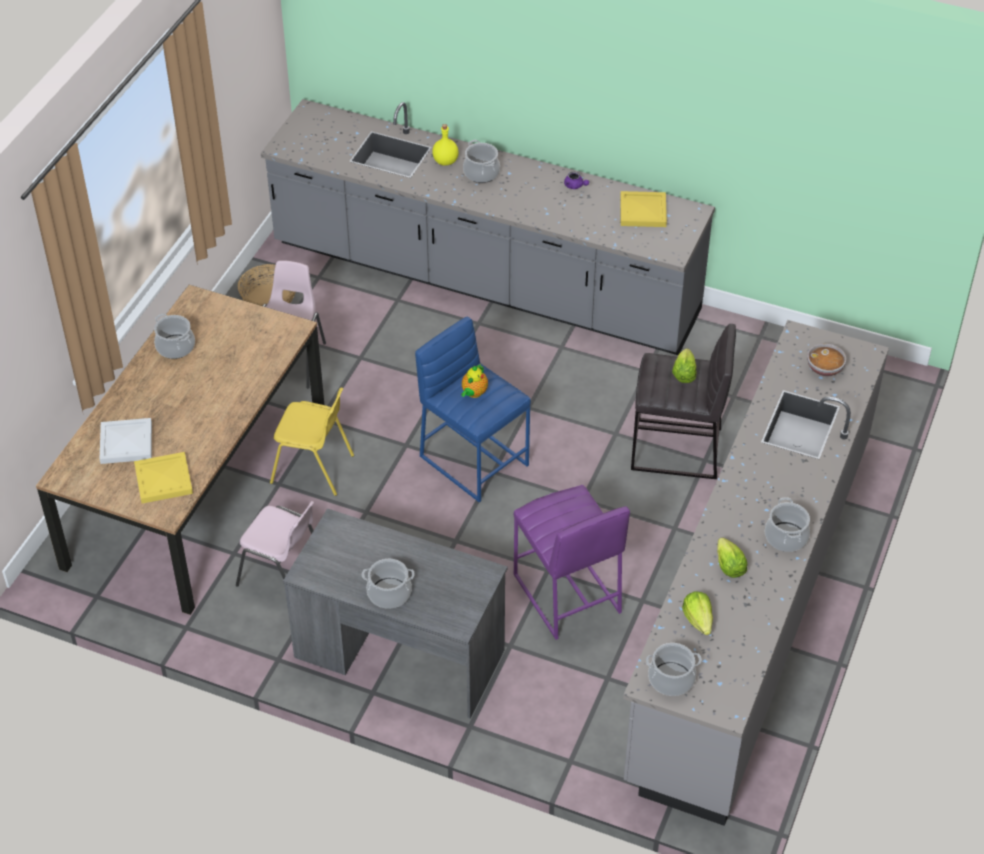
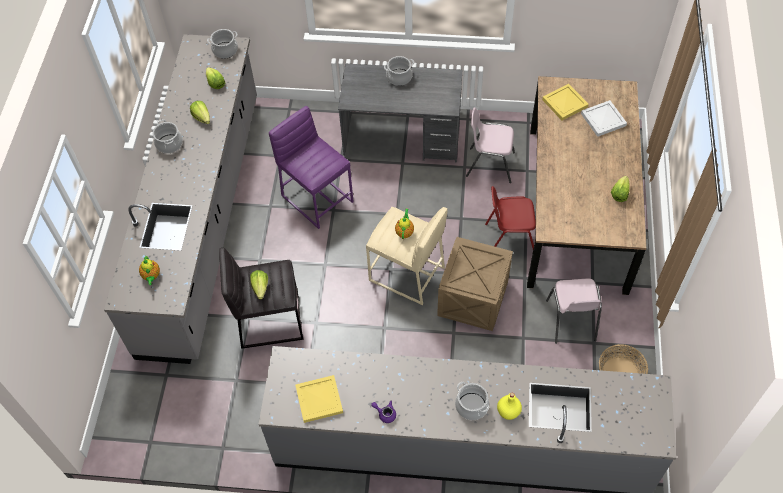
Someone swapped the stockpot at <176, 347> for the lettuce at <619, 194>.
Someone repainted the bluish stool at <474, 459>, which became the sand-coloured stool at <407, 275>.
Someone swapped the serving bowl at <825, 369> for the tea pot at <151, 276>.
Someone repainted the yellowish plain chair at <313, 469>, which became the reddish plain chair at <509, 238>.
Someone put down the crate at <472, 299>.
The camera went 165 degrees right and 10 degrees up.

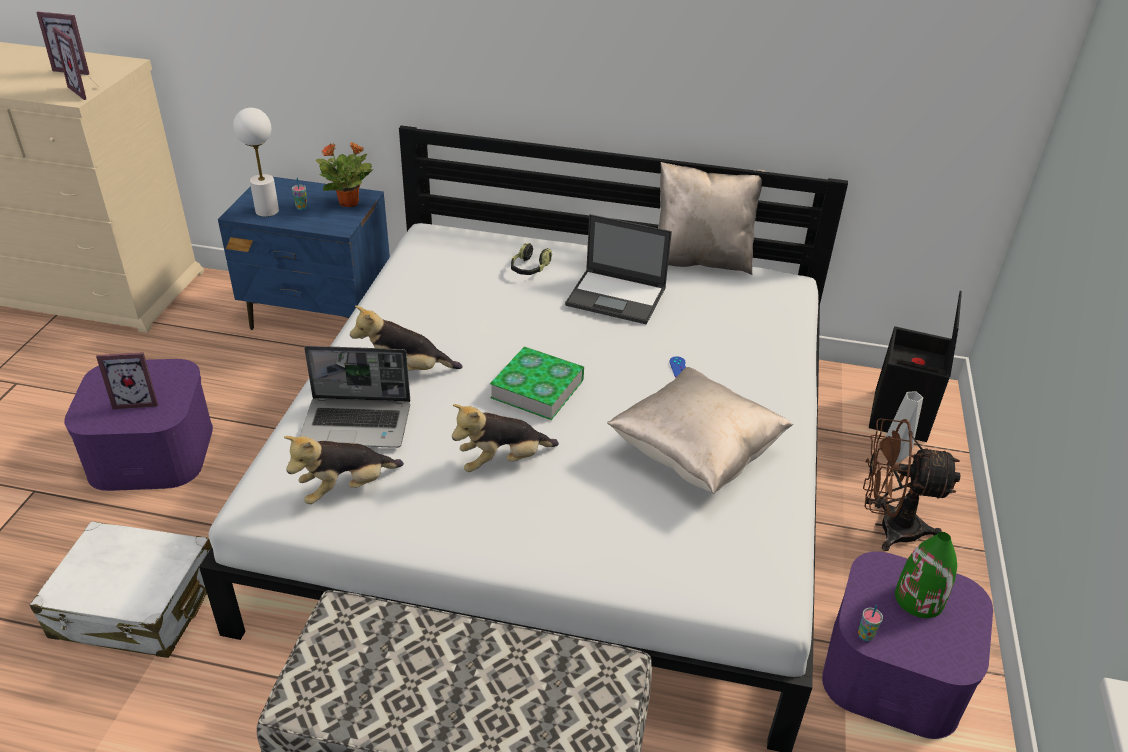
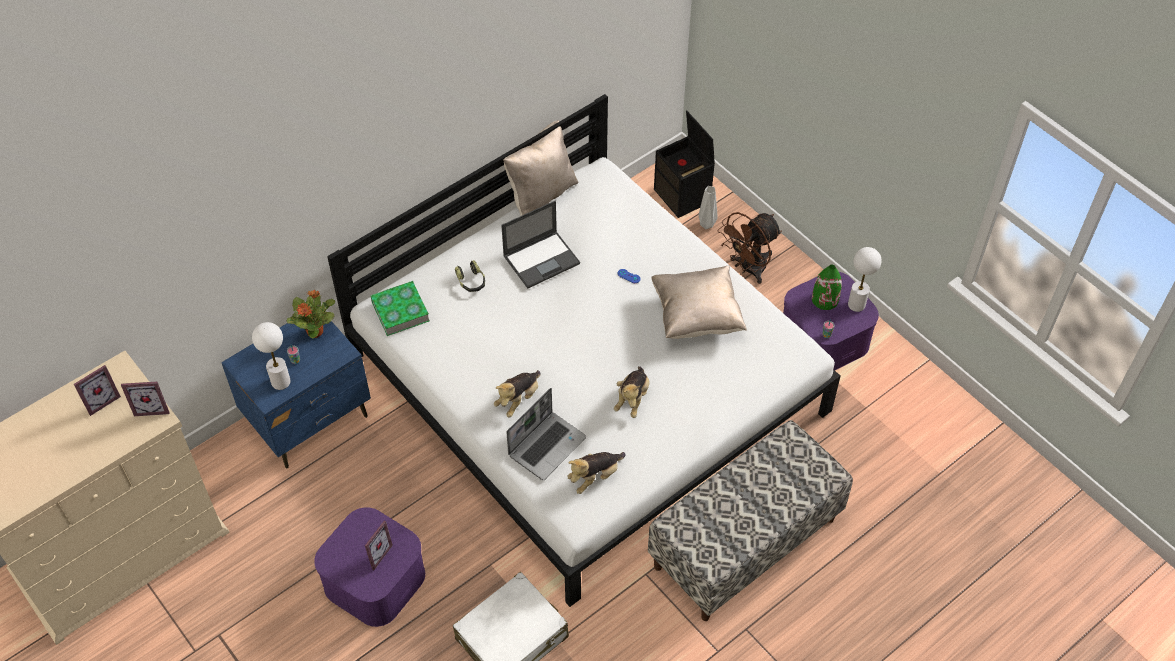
Someone carried the book from <537, 389> to <400, 311>.
Someone rotated the cuddly toy at <346, 488> by 45 degrees clockwise.
Someone put down the white-coloured lamp for a table at <856, 305>.
The camera went 50 degrees left and 15 degrees up.

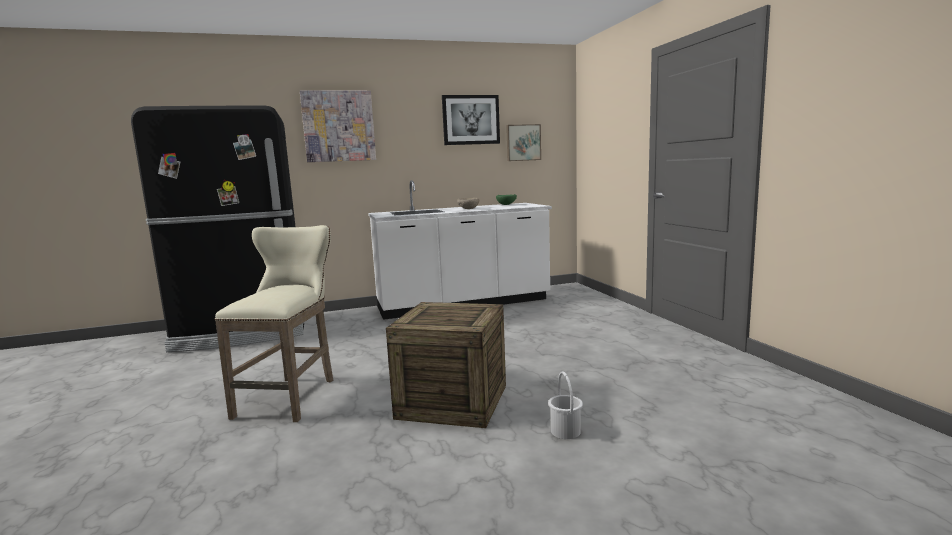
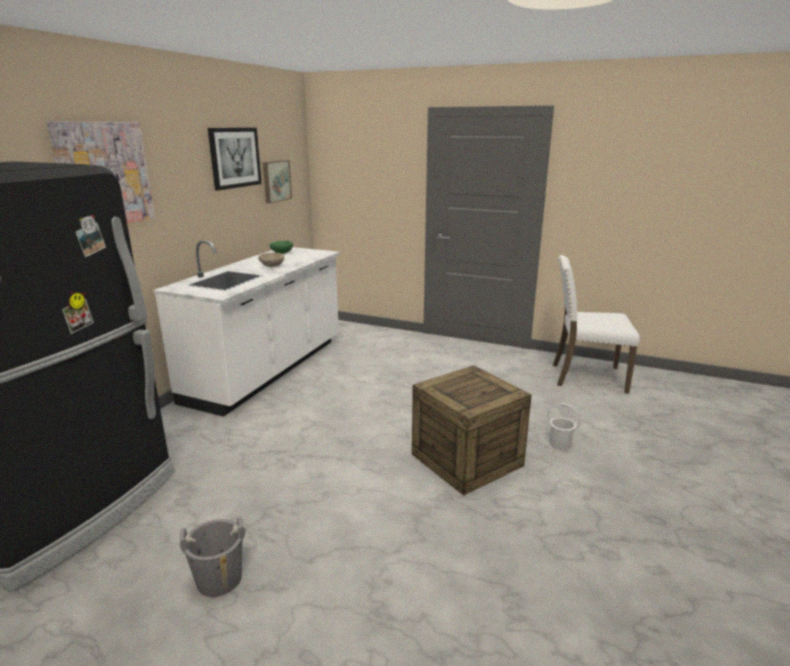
Someone took away the sand-coloured stool at <292, 395>.
Someone put down the white-coloured plain chair at <586, 377>.
Someone put down the gray pail at <219, 579>.
The camera went 50 degrees left and 10 degrees up.

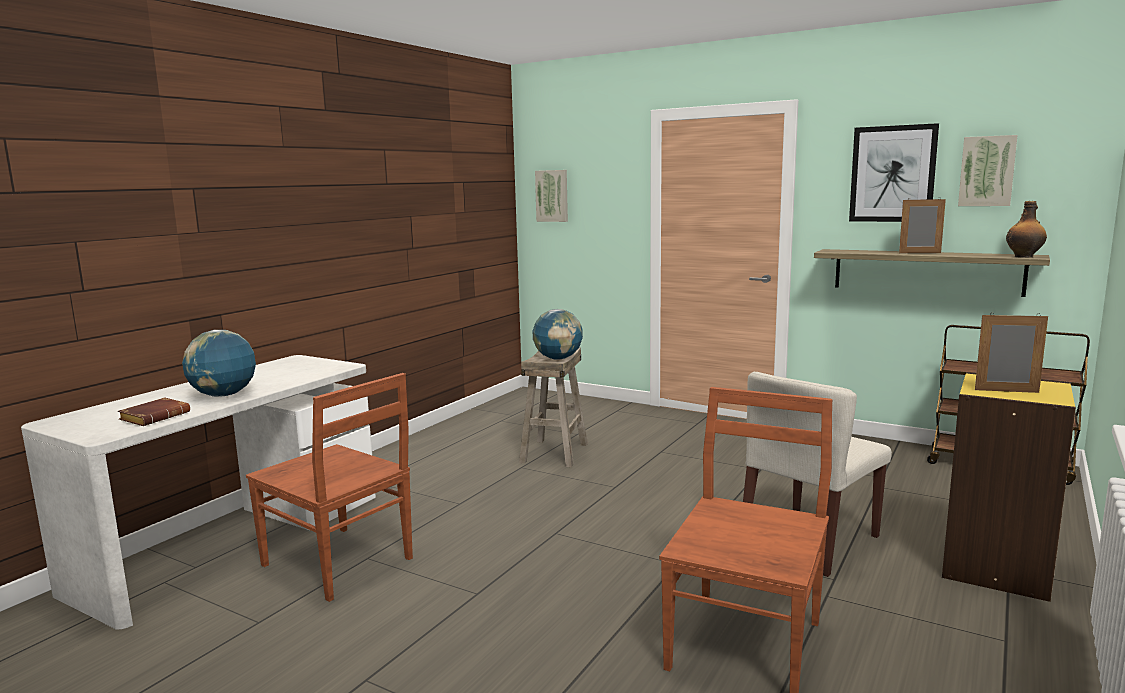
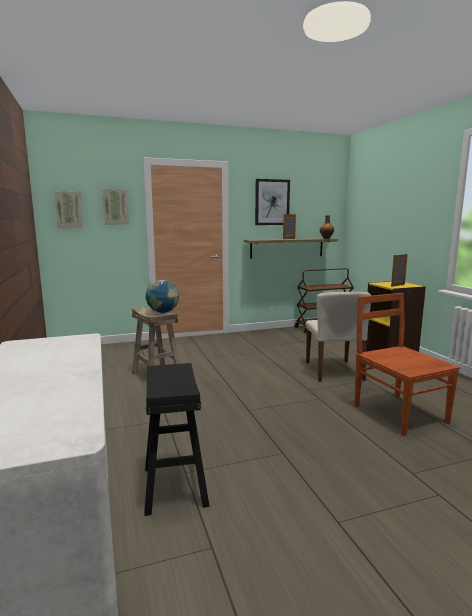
Someone carried the picture from <987, 171> to <115, 207>.
Someone took away the desk globe at <223, 395>.
Someone swapped the brown plain chair at <339, 563> for the black-coloured stool at <175, 485>.
Someone took away the brown book at <156, 417>.
The camera went 50 degrees left and 0 degrees up.

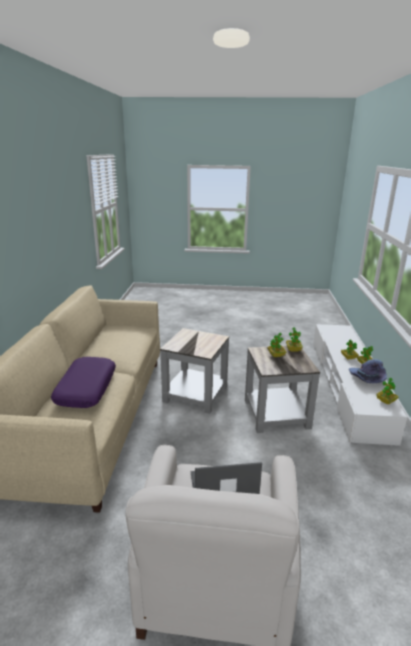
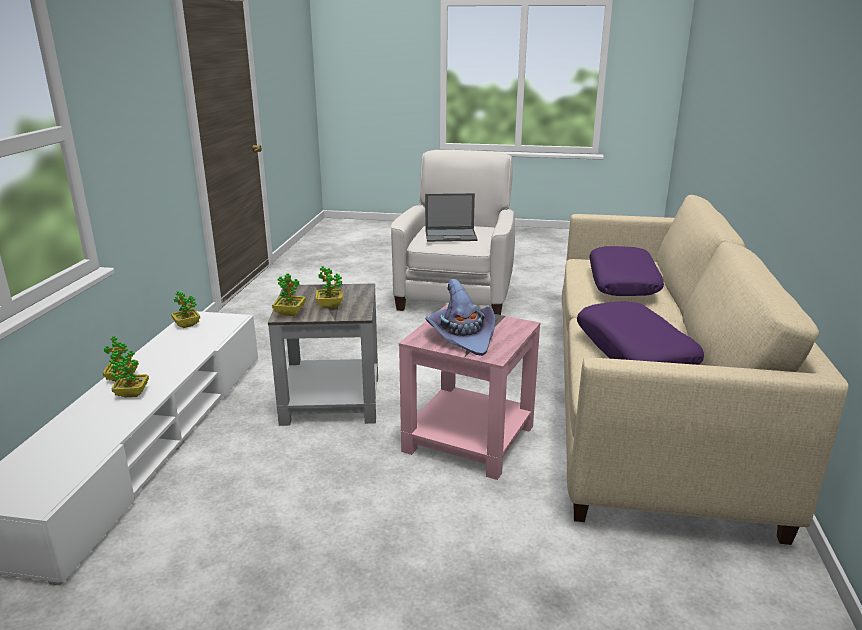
Someone repainted the gray side table at <196, 394>, which became the pink side table at <468, 437>.
Someone carried the purple clothing hat from <366, 379> to <462, 337>.
Someone put down the purple pillow at <635, 351>.
The camera went 175 degrees left and 0 degrees up.

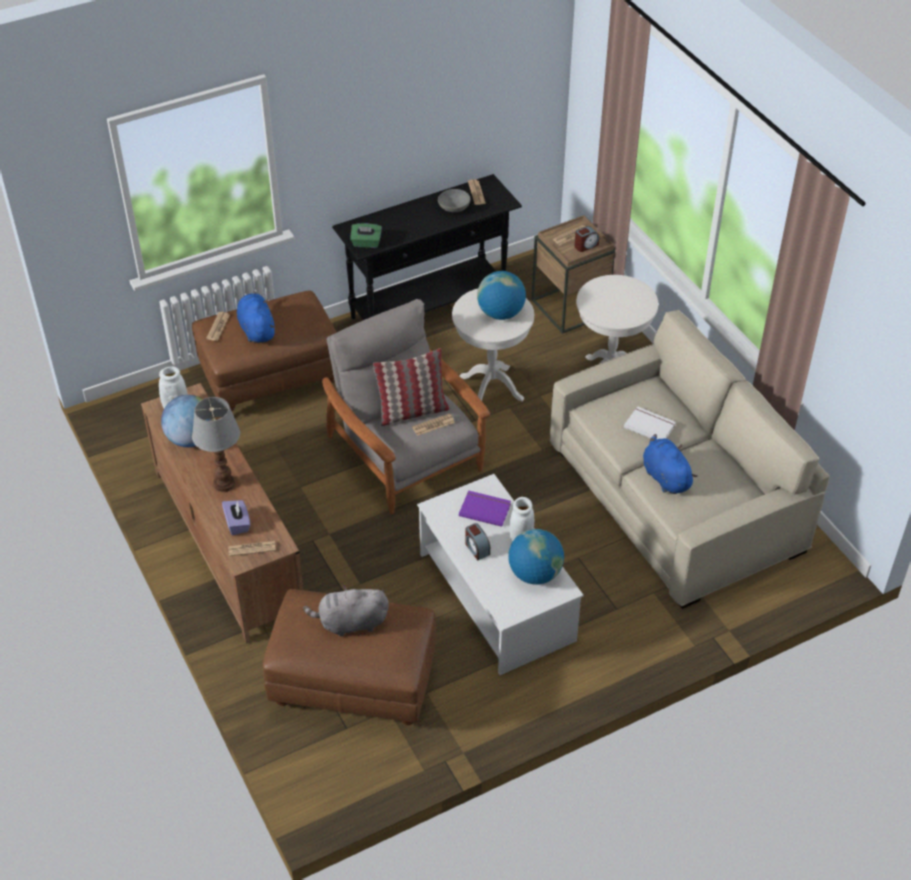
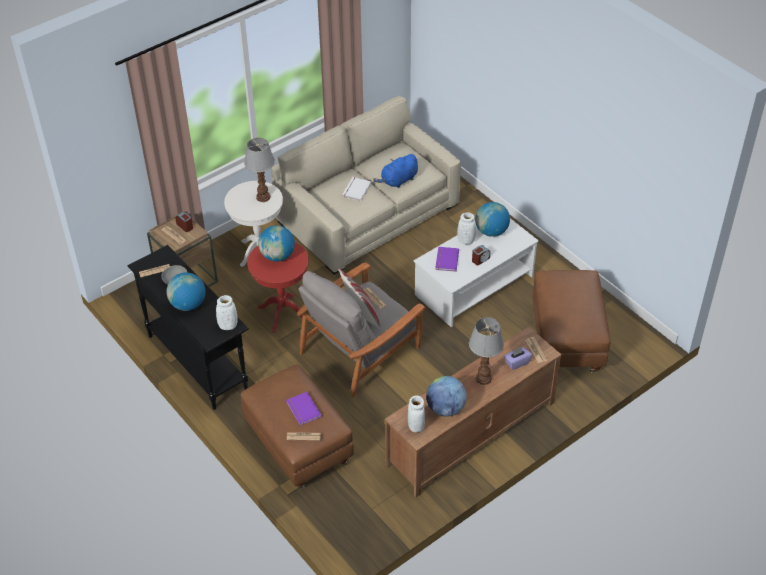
Someone swapped the green box of tissues at <366, 243> for the white-coloured flower vase at <228, 325>.
Someone repainted the white-coloured side table at <491, 388>, which became the reddish side table at <283, 313>.
Someone swapped the bluish cuddly toy at <256, 329> for the purple book at <302, 410>.
Someone took away the gray cuddly toy at <350, 623>.
Someone put down the lamp for a table at <262, 197>.
Someone put down the desk globe at <188, 304>.
The camera went 100 degrees left and 0 degrees up.

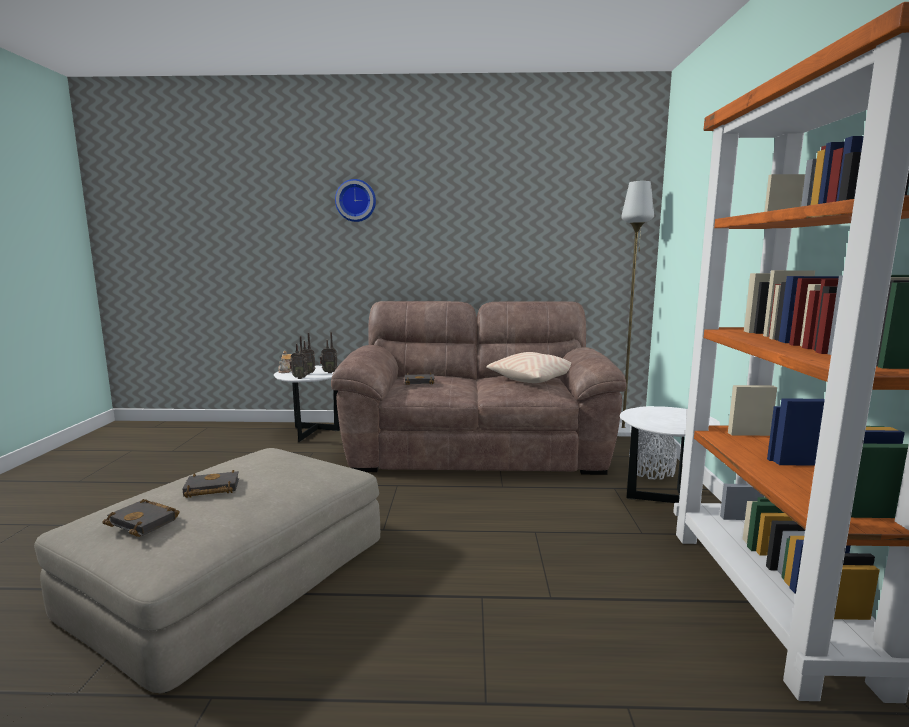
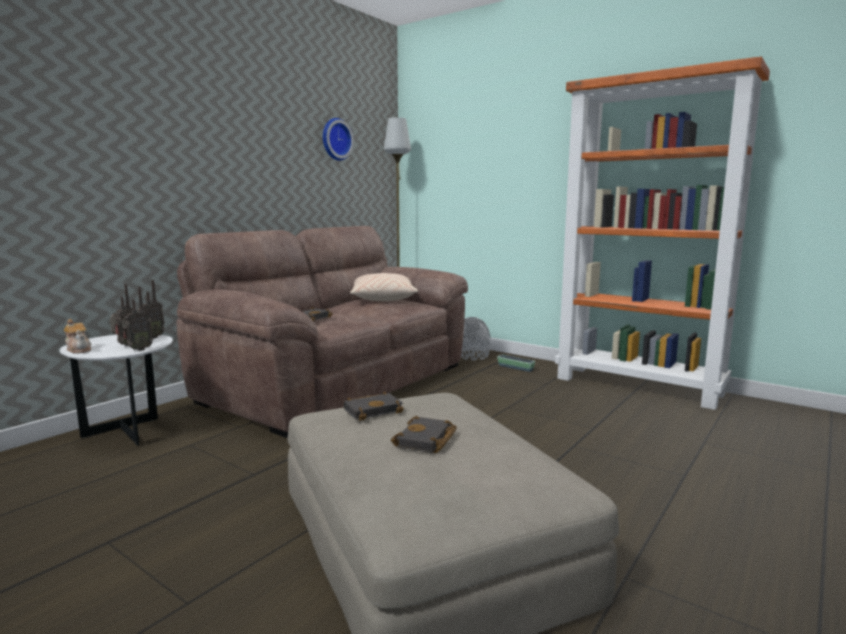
Someone carried the hanging clock from <356, 201> to <335, 139>.
Someone swapped the white-coloured side table at <661, 502> for the plant pot at <515, 368>.
Someone carried the black-coloured book from <146, 522> to <373, 410>.
The camera went 55 degrees left and 0 degrees up.

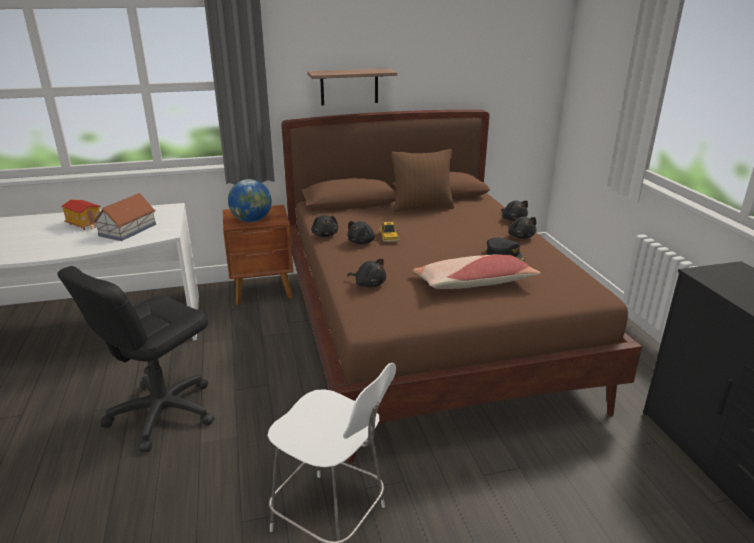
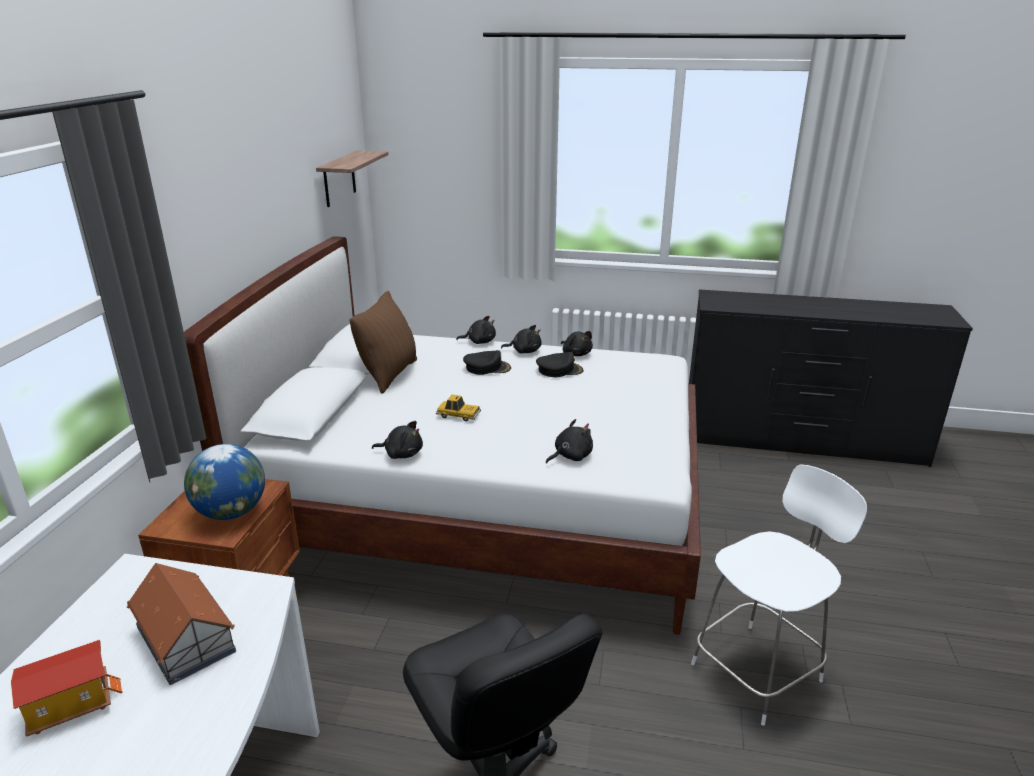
Someone carried the wall shelf from <349, 87> to <339, 179>.
Someone repainted the brown sleeping bed at <427, 333>, which became the white-coloured sleeping bed at <485, 507>.
Someone carried the black-coloured cuddly toy from <362, 242> to <576, 354>.
Someone took away the pillow at <473, 283>.
Someone put down the black-coloured baseball cap at <487, 368>.
The camera went 65 degrees left and 0 degrees up.

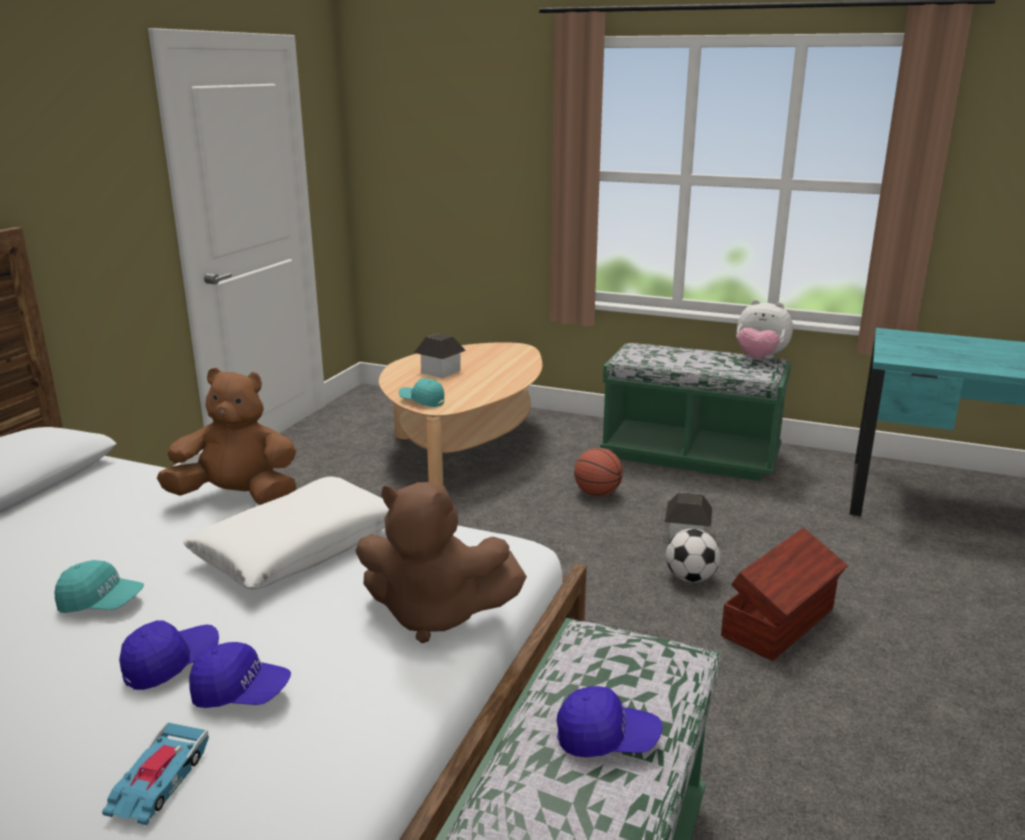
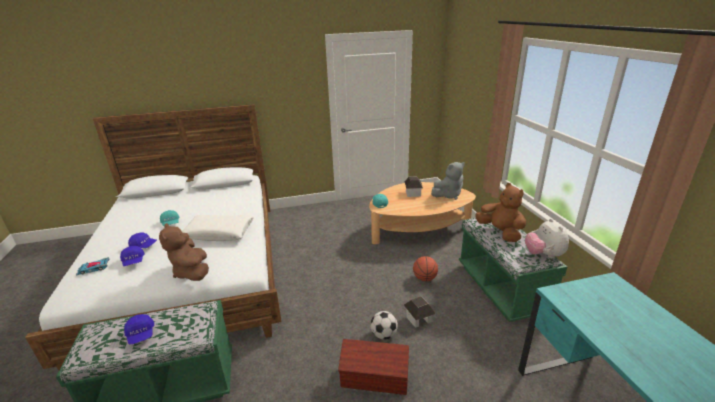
Someone carried the brown cuddly toy from <238, 498> to <500, 232>.
Someone put down the gray cuddly toy at <448, 195>.
The camera went 55 degrees right and 5 degrees up.

